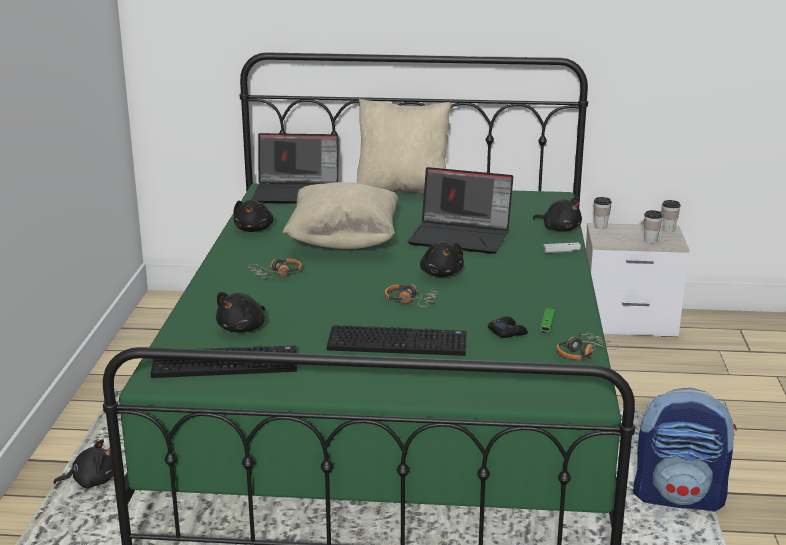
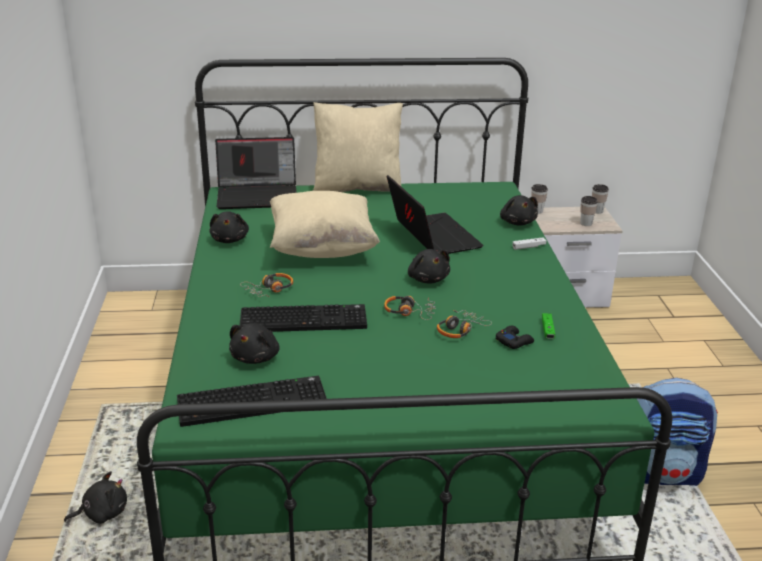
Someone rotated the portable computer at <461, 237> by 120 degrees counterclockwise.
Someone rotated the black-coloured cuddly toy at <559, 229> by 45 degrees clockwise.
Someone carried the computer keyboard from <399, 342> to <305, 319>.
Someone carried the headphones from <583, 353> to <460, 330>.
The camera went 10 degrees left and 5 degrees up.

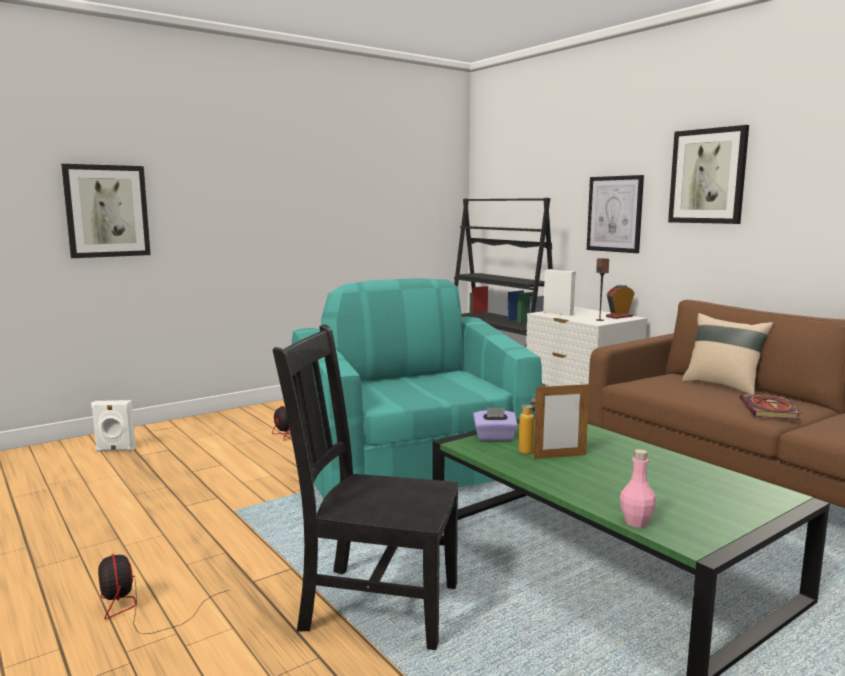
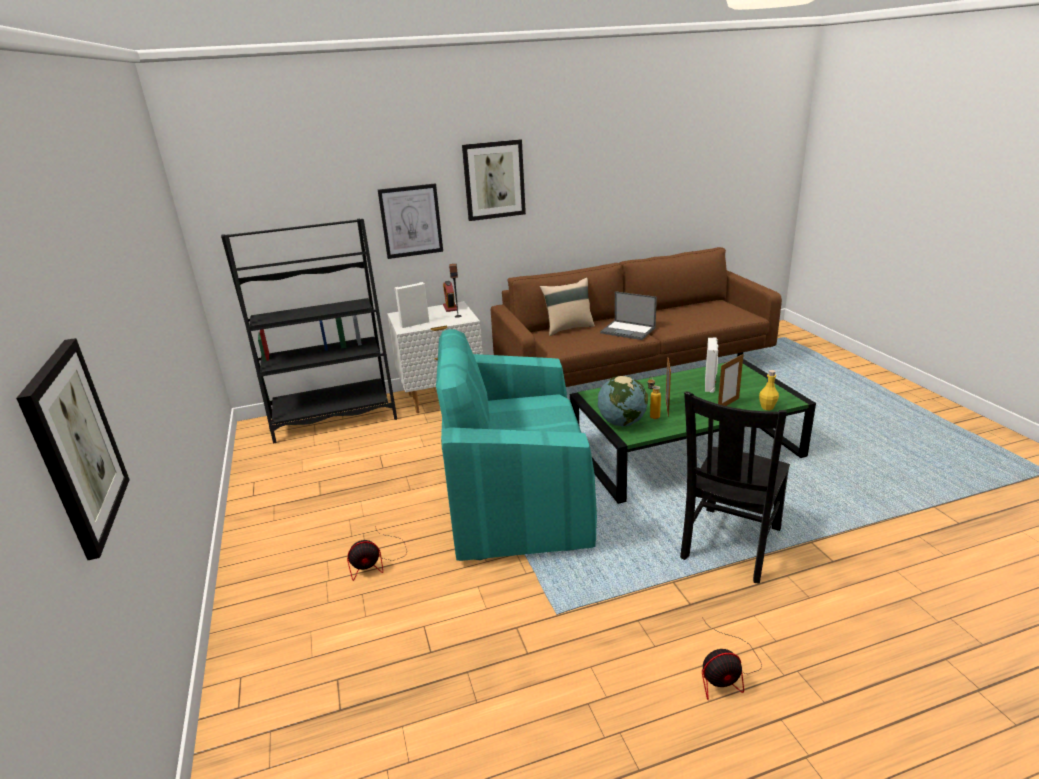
Someone swapped the book at <770, 410> for the portable computer at <628, 330>.
Someone carried the white-coloured speaker from <115, 450> to <710, 385>.
Someone swapped the purple box of tissues at <494, 437> for the desk globe at <622, 422>.
Someone repainted the pink bottle at <636, 522>, which became the yellowish bottle at <767, 407>.
Someone put down the picture frame at <728, 404>.
The camera went 70 degrees left and 15 degrees up.

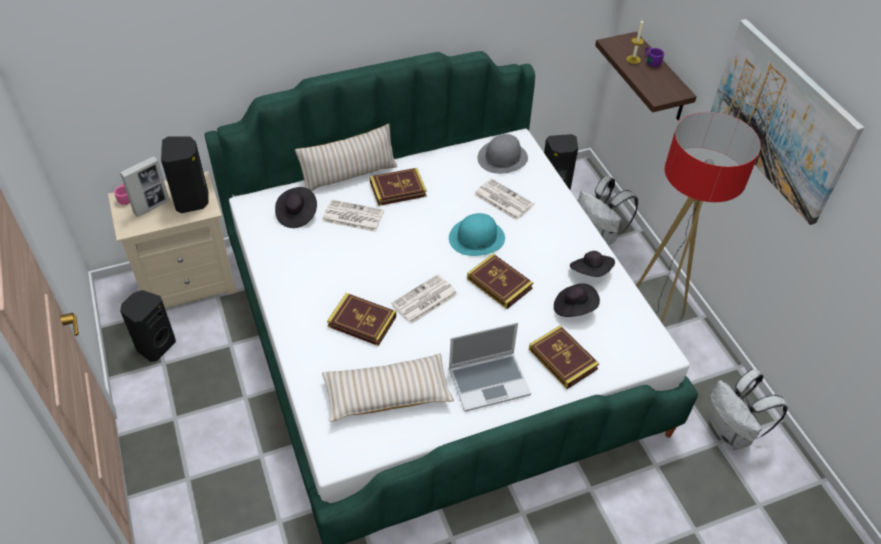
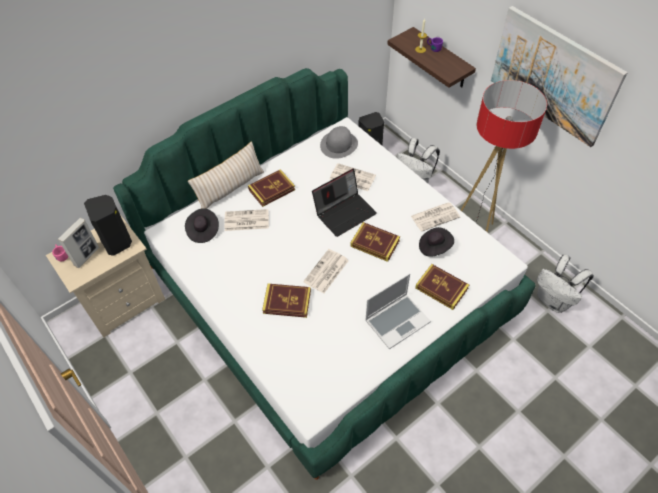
Someone swapped the turquoise-coloured clothing hat at <477, 237> for the portable computer at <345, 212>.
Someone swapped the black-coloured clothing hat at <591, 272> for the daily paper at <435, 216>.
Someone took away the black-coloured speaker at <155, 345>.
Someone took away the sand-coloured pillow at <387, 394>.
The camera went 15 degrees left and 5 degrees up.

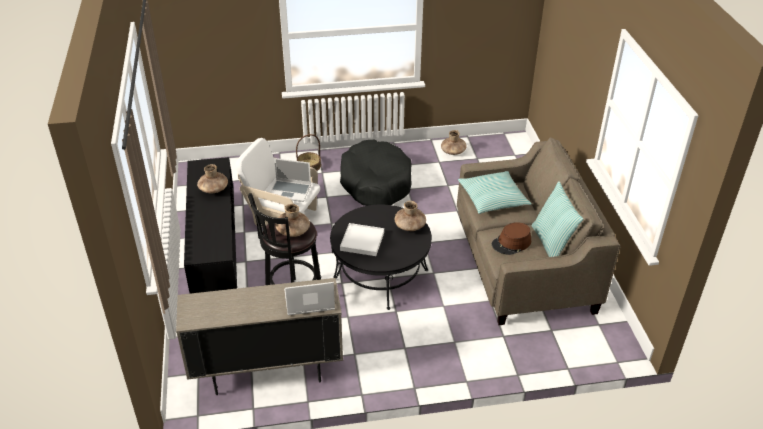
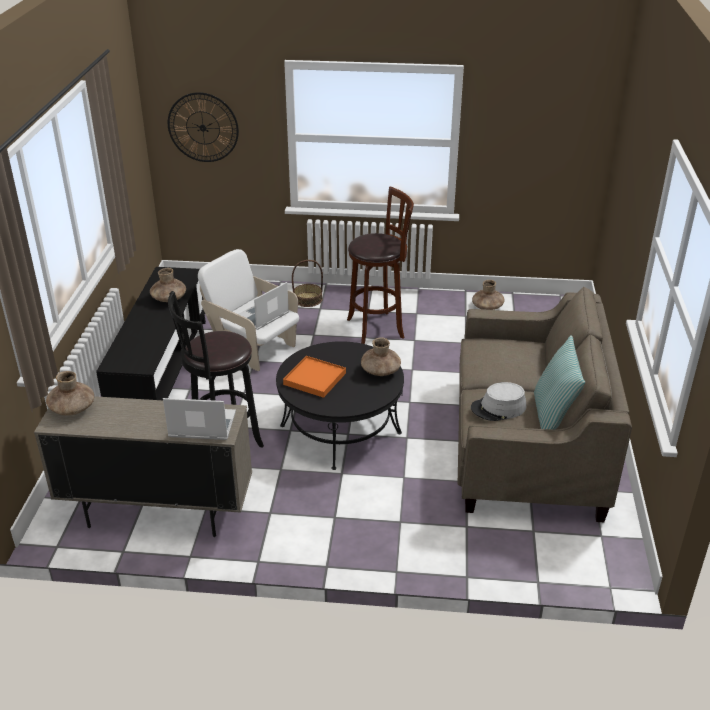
Someone swapped the black-coloured dog cushion at <375, 182> for the brown stool at <378, 328>.
Someone rotated the portable computer at <290, 191> by 105 degrees clockwise.
Someone took away the pillow at <493, 198>.
Someone carried the brown flower vase from <293, 231> to <72, 408>.
Someone repainted the brown clothing hat at <511, 243>, which became the gray clothing hat at <498, 408>.
Someone repainted the white-coloured tray at <362, 241>, which became the orange tray at <315, 379>.
Someone put up the hanging clock at <203, 127>.
The camera went 15 degrees right and 5 degrees down.

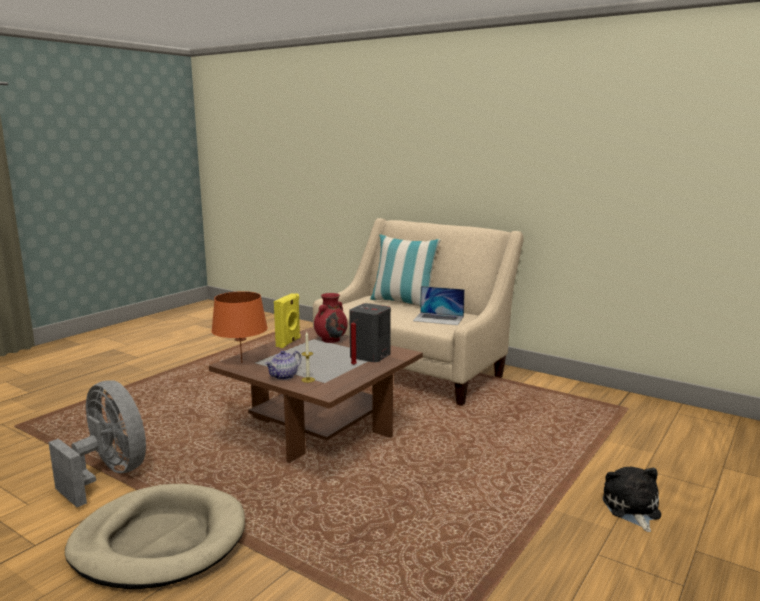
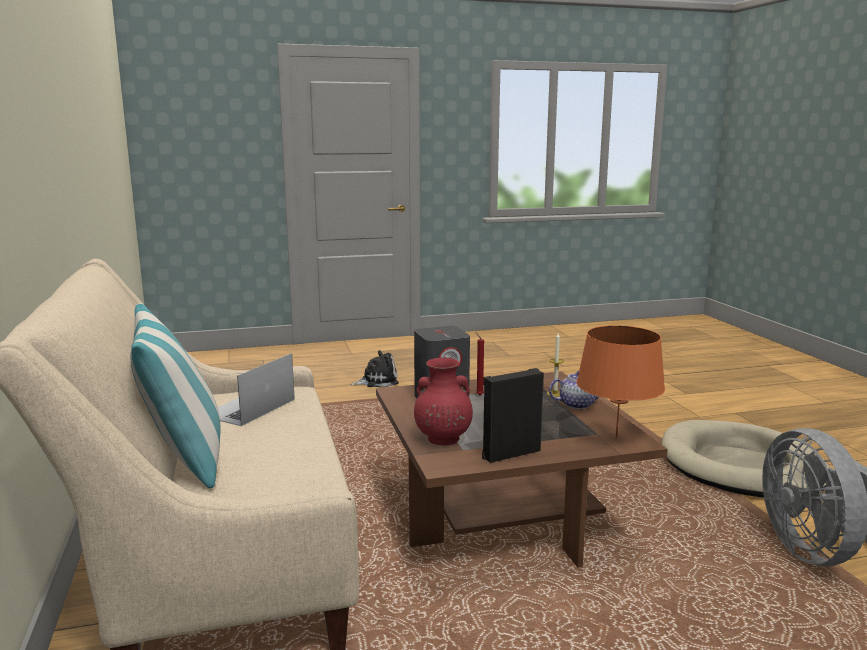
Someone rotated the portable computer at <438, 318> by 120 degrees counterclockwise.
Someone repainted the yellowish speaker at <289, 342>, which became the black-coloured speaker at <510, 453>.
Someone rotated the cuddly toy at <631, 509> by 150 degrees counterclockwise.
The camera went 140 degrees left and 0 degrees up.

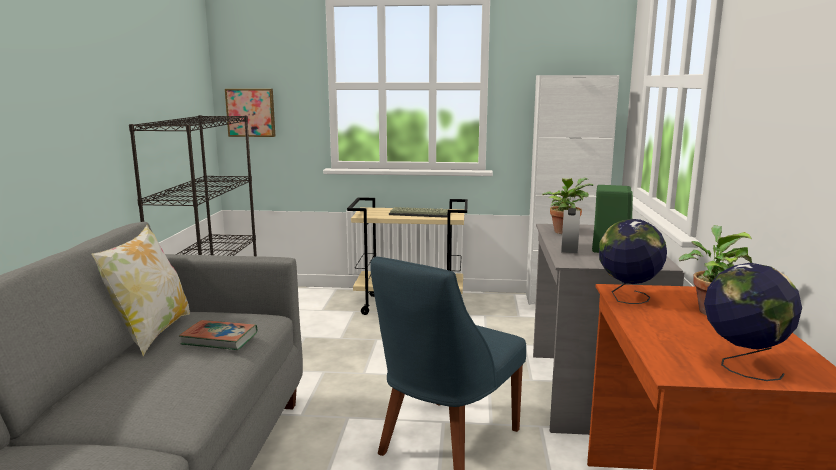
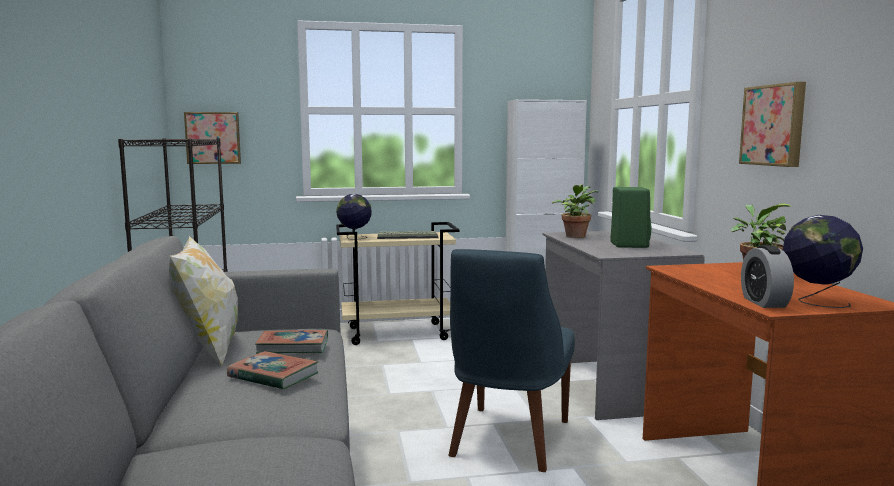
Someone carried the alarm clock from <569, 249> to <764, 302>.
Someone carried the desk globe from <627, 298> to <354, 238>.
Someone put up the picture at <774, 125>.
Someone put down the book at <273, 376>.
The camera went 15 degrees left and 5 degrees down.

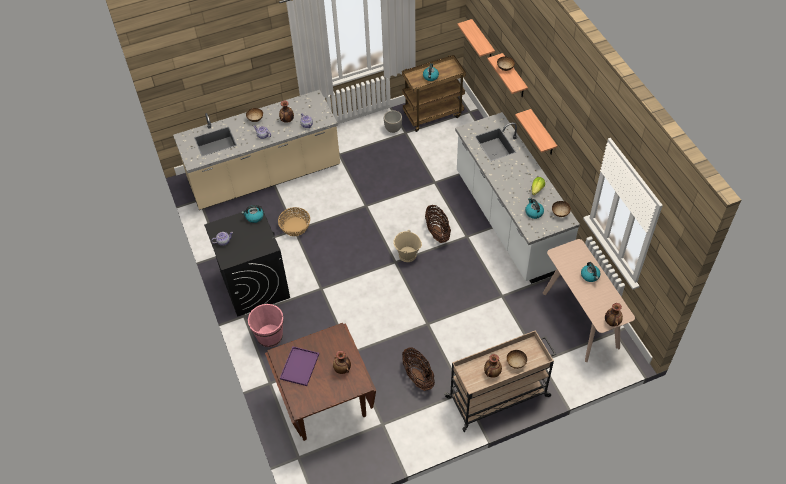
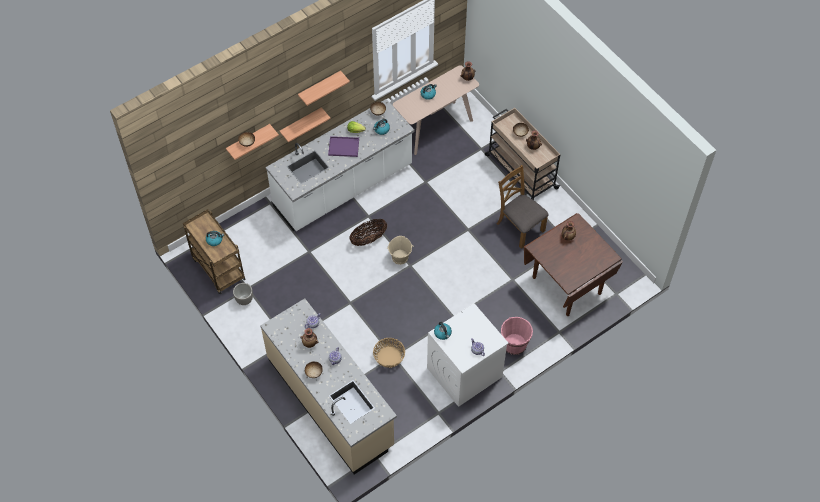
Someone carried the wall shelf from <482, 41> to <319, 88>.
Someone repainted the black-coloured washing machine at <254, 284>, which became the white-coloured washing machine at <464, 373>.
Someone carried the purple tray from <299, 365> to <343, 147>.
Someone swapped the basket at <418, 376> for the brown plain chair at <519, 227>.
The camera went 105 degrees left and 5 degrees up.

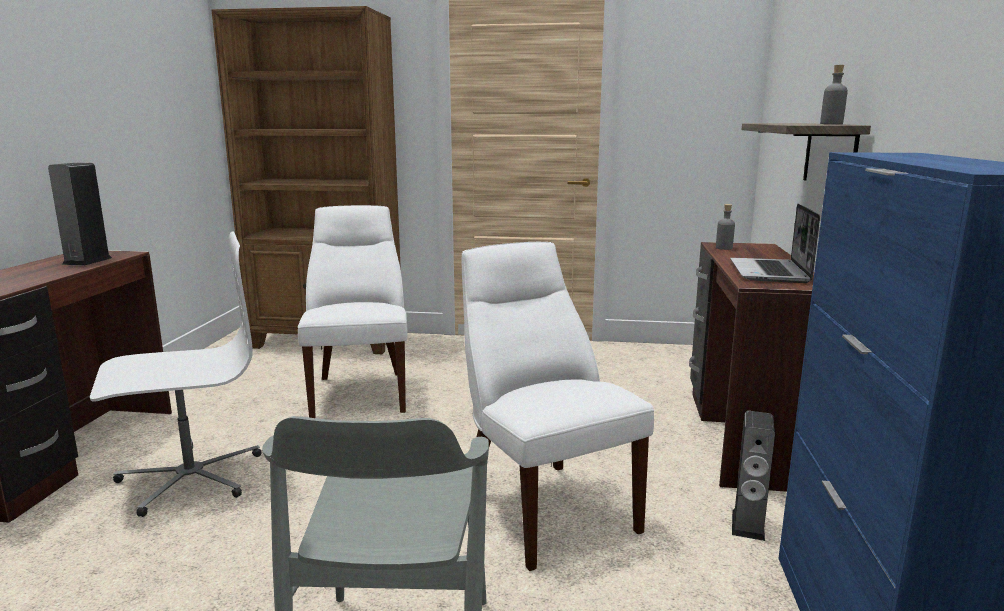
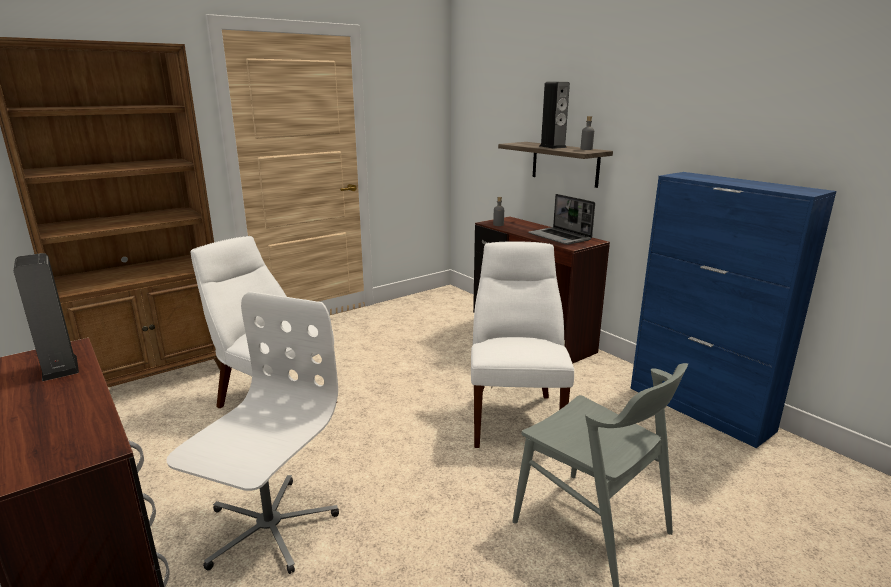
Someone rotated the white-coloured plain chair at <543, 506> by 75 degrees clockwise.
Someone carried the speaker from <748, 525> to <552, 147>.
The camera went 45 degrees left and 5 degrees up.

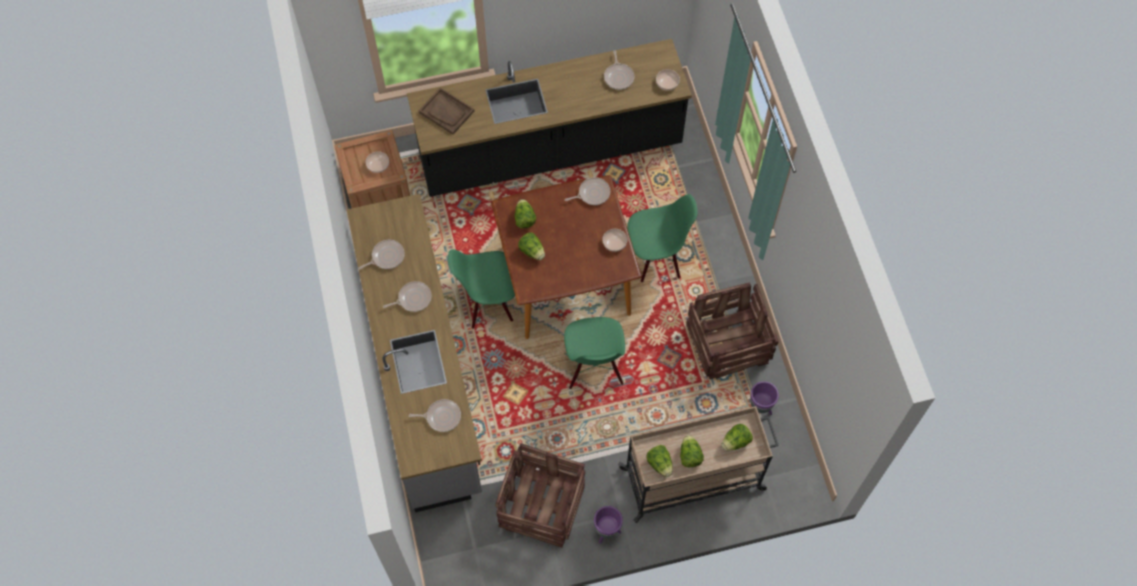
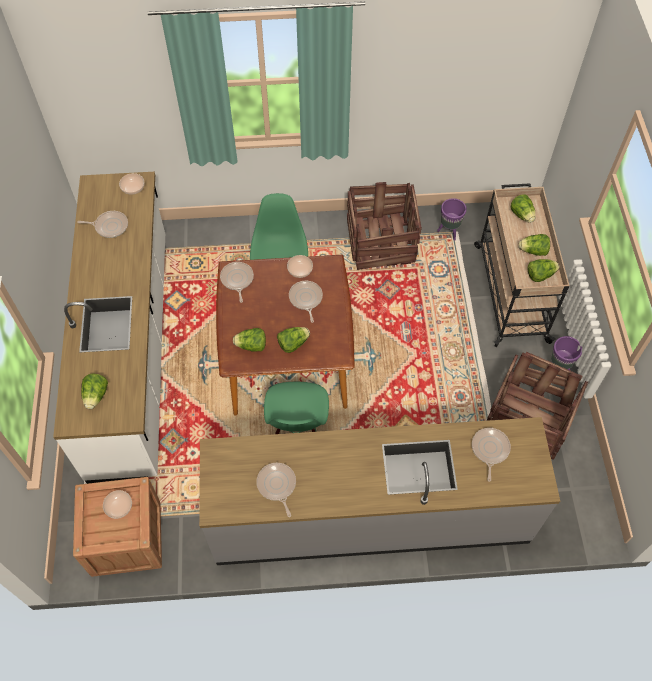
Someone repainted the black-coloured counter at <550, 152>, which became the white-coloured counter at <132, 353>.
Someone swapped the brown tray at <446, 112> for the lettuce at <96, 396>.
Someone carried the skillet from <413, 298> to <306, 299>.
Someone took away the green plain chair at <594, 368>.
The camera went 80 degrees left and 5 degrees down.

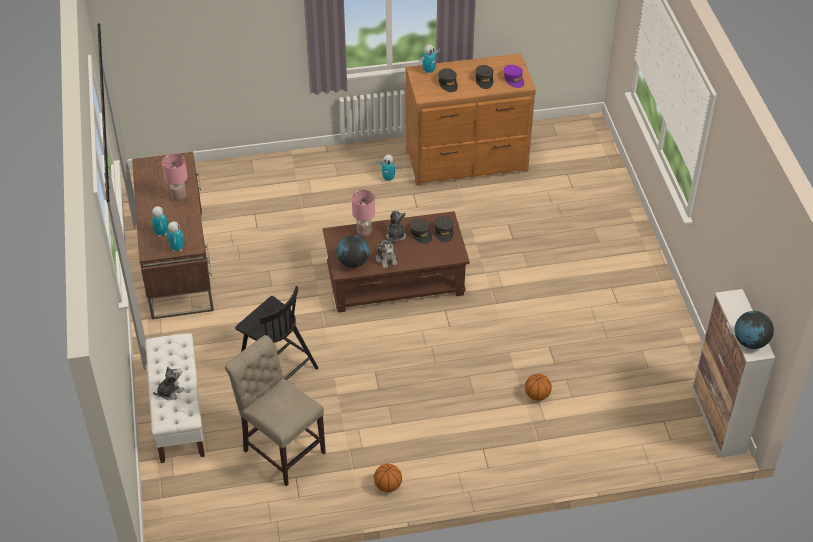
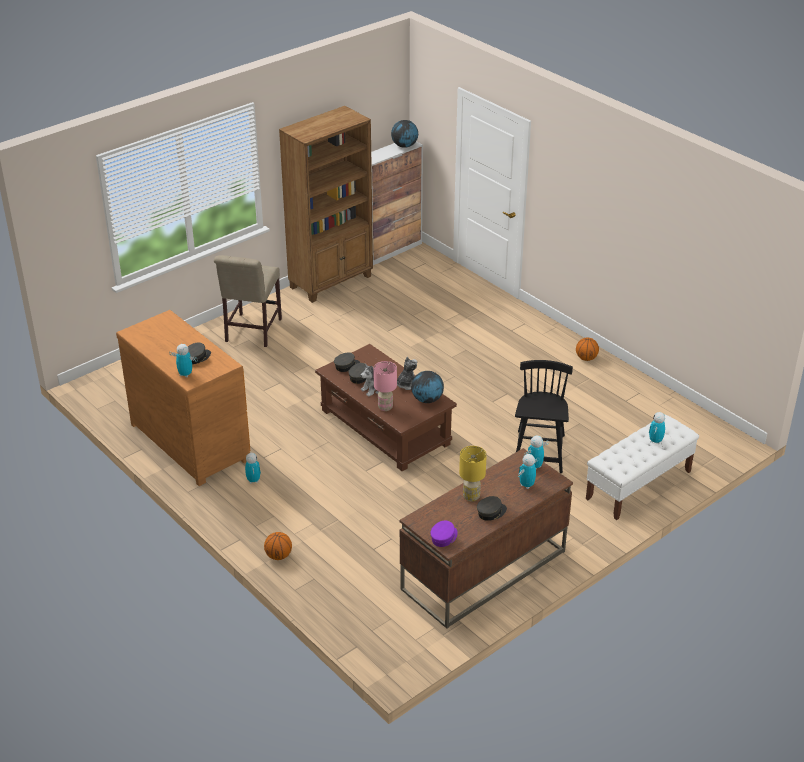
Someone carried the gray baseball cap from <484, 80> to <491, 512>.
Someone carried the purple baseball cap from <514, 79> to <444, 537>.
Someone repainted the pink lamp for a table at <179, 197>, which became the yellowish lamp for a table at <471, 497>.
Someone carried the sand-coloured plain chair from <281, 448> to <251, 332>.
Someone swapped the cuddly toy at <170, 391> for the toy robot at <655, 441>.
Someone carried the basketball ball from <537, 395> to <278, 556>.
Someone put down the brown shelving unit at <331, 282>.
The camera went 120 degrees left and 10 degrees down.

